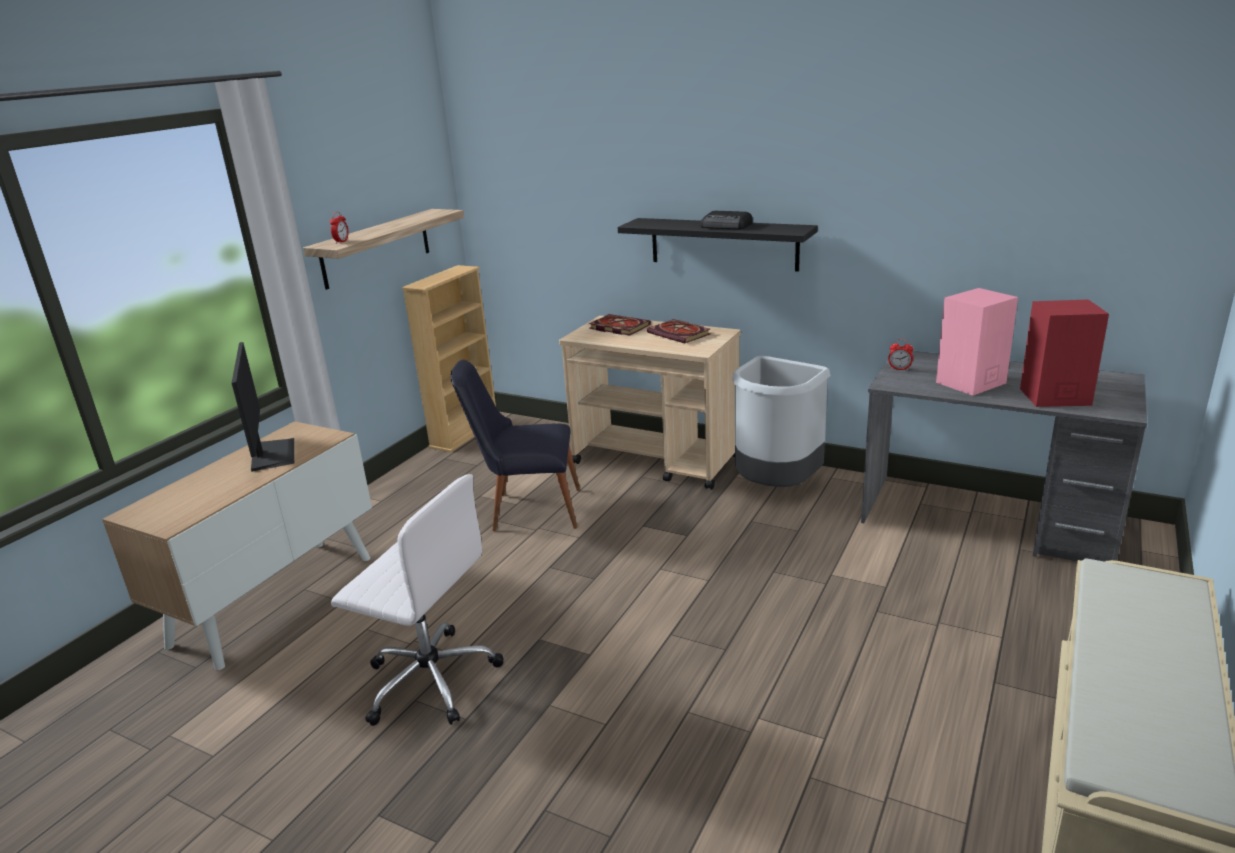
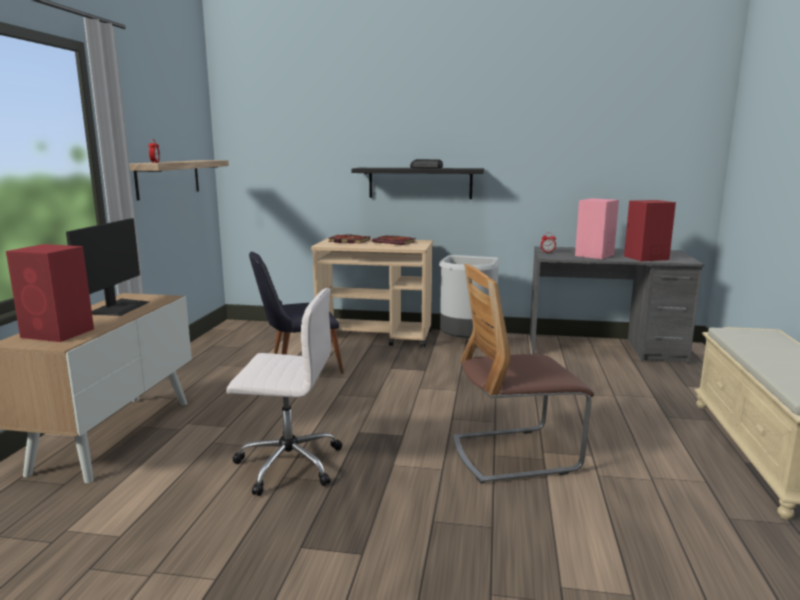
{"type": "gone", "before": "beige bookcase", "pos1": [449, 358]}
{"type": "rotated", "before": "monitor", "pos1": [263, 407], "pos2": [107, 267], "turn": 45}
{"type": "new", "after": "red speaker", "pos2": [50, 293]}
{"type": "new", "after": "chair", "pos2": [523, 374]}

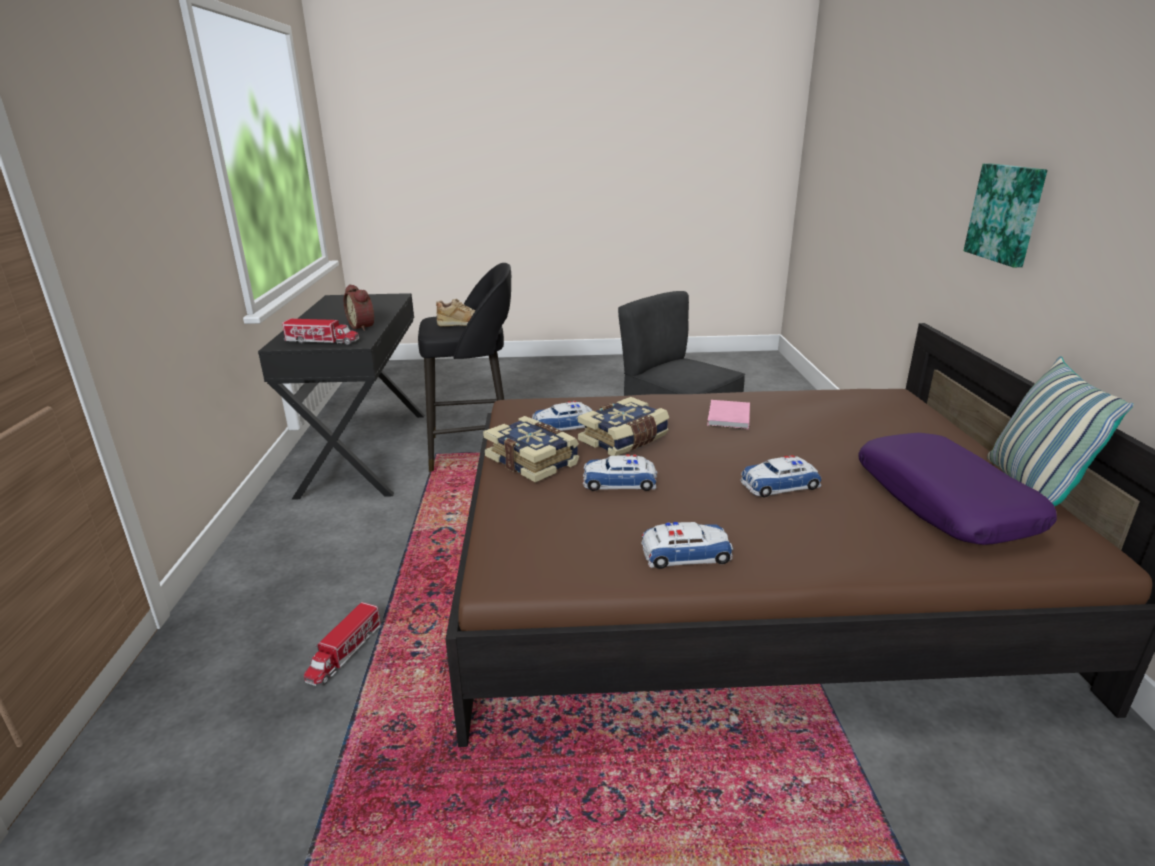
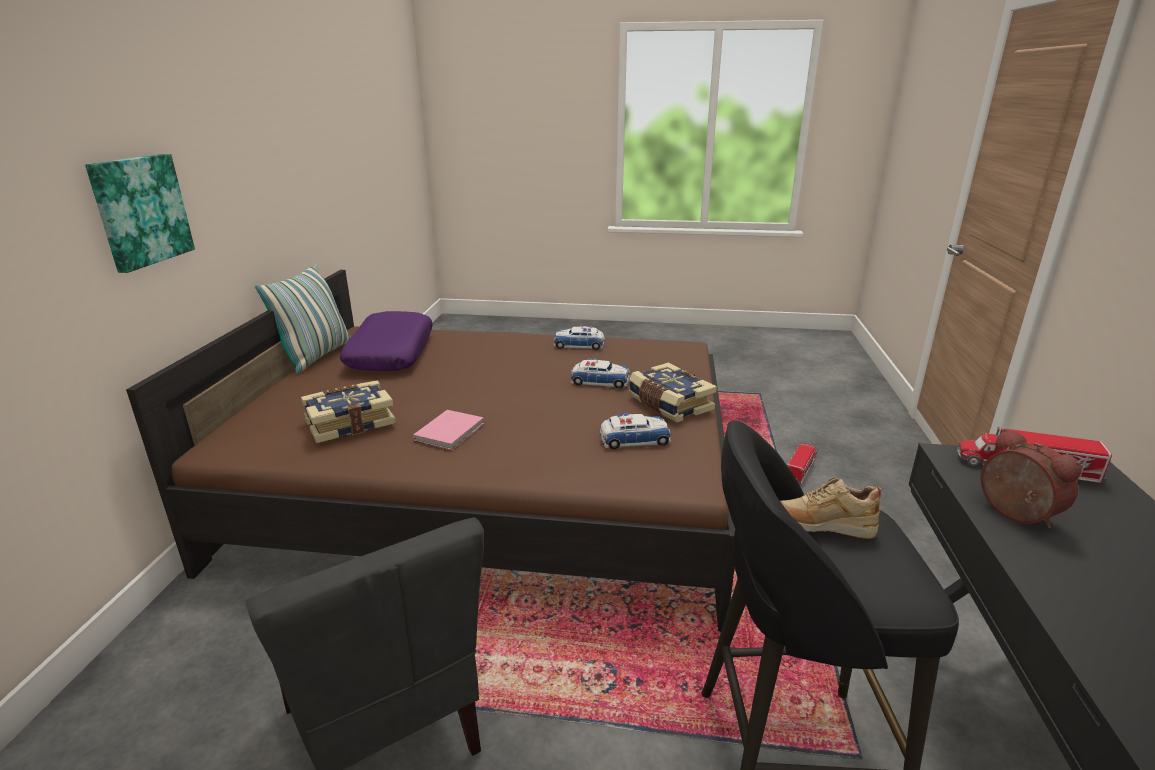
{"type": "shifted", "before": "book", "pos1": [623, 426], "pos2": [348, 411]}
{"type": "gone", "before": "toy car", "pos1": [781, 476]}

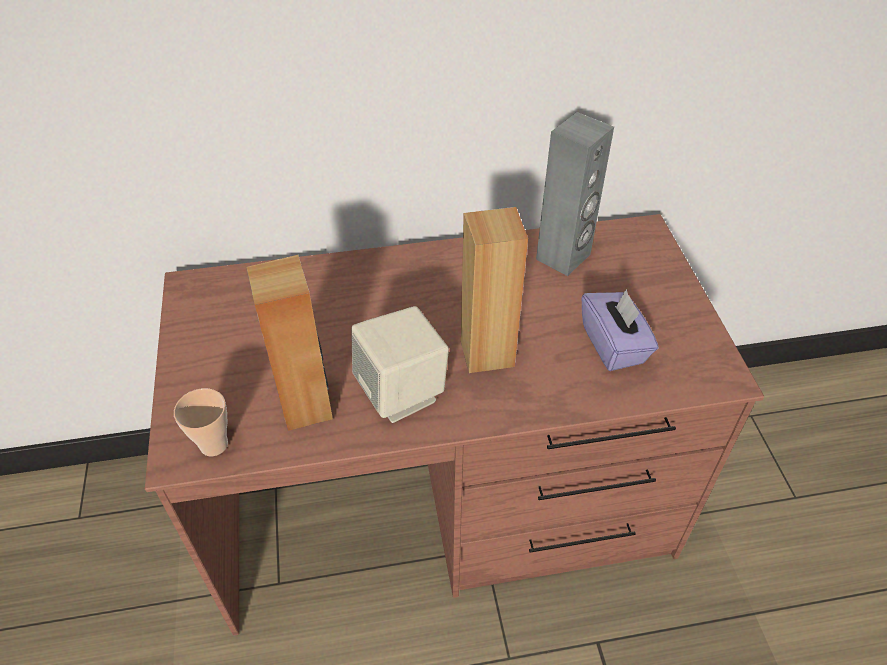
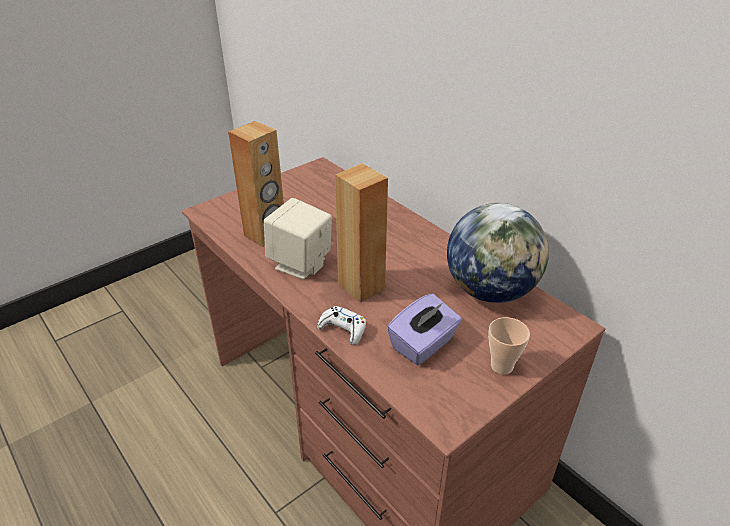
{"type": "swapped", "before": "grey speaker", "after": "globe", "pos1": [575, 194], "pos2": [498, 253]}
{"type": "shifted", "before": "cup", "pos1": [201, 422], "pos2": [509, 346]}
{"type": "new", "after": "white game controller", "pos2": [341, 325]}

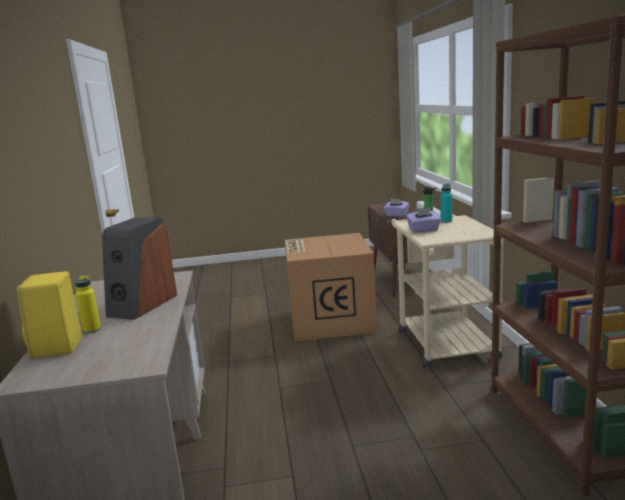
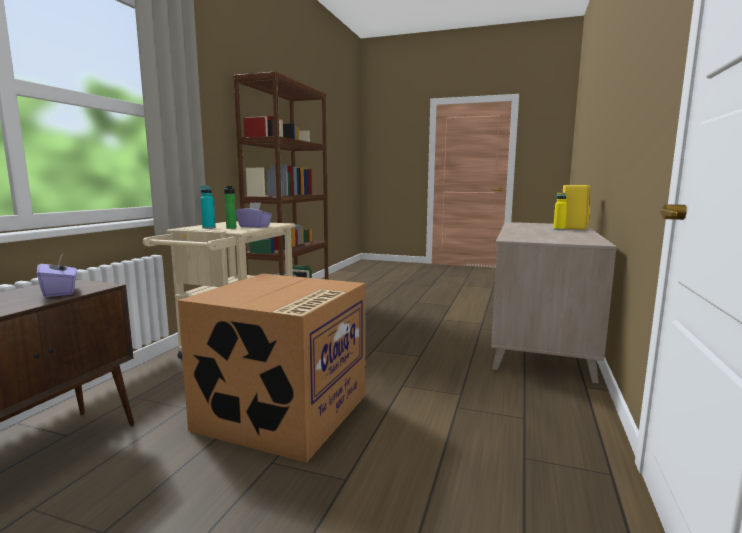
{"type": "gone", "before": "speaker", "pos1": [139, 268]}

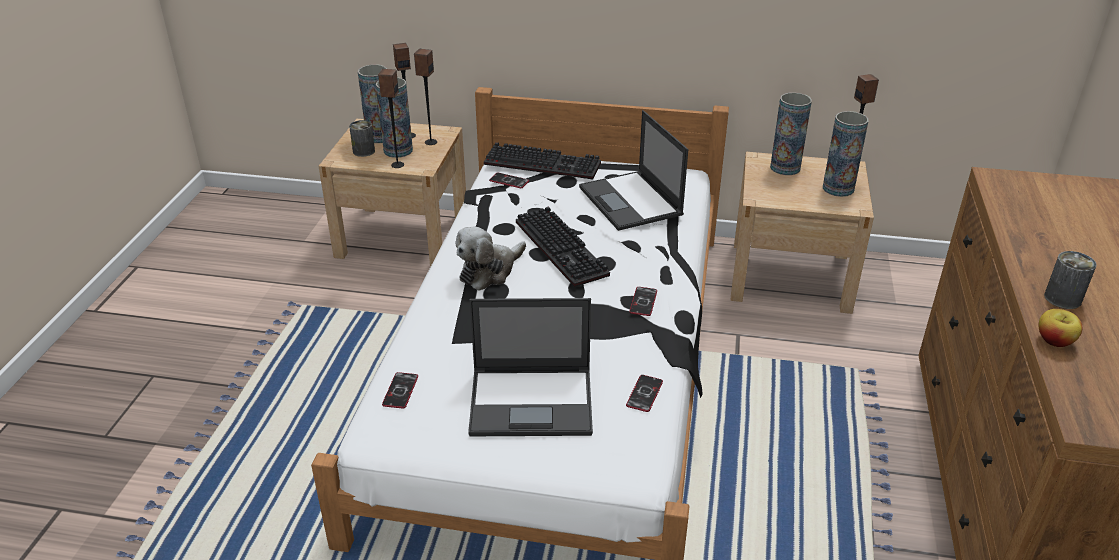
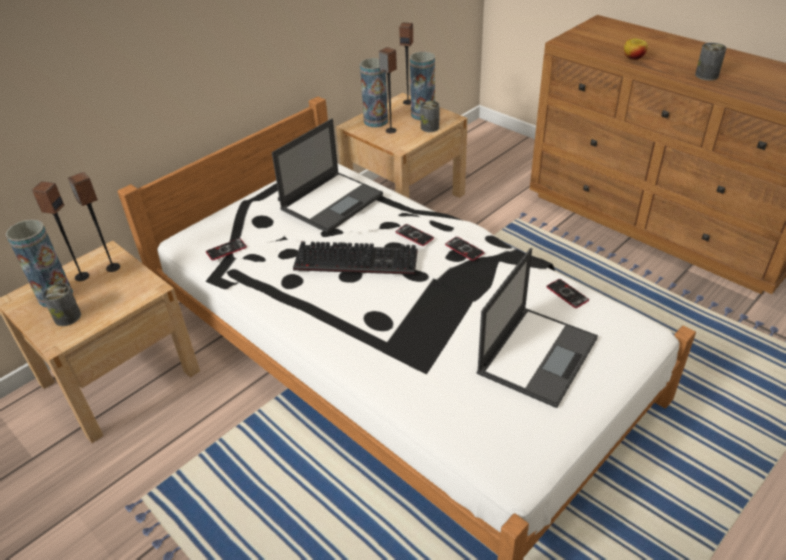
{"type": "shifted", "before": "speaker", "pos1": [391, 118], "pos2": [388, 90]}
{"type": "gone", "before": "vase", "pos1": [394, 117]}
{"type": "rotated", "before": "laptop", "pos1": [633, 170], "pos2": [327, 175], "turn": -60}
{"type": "gone", "before": "keyboard", "pos1": [542, 161]}
{"type": "gone", "before": "plush toy", "pos1": [490, 259]}
{"type": "shifted", "before": "apple", "pos1": [1060, 328], "pos2": [636, 49]}
{"type": "shifted", "before": "phone", "pos1": [400, 390], "pos2": [415, 235]}
{"type": "new", "after": "can", "pos2": [430, 116]}

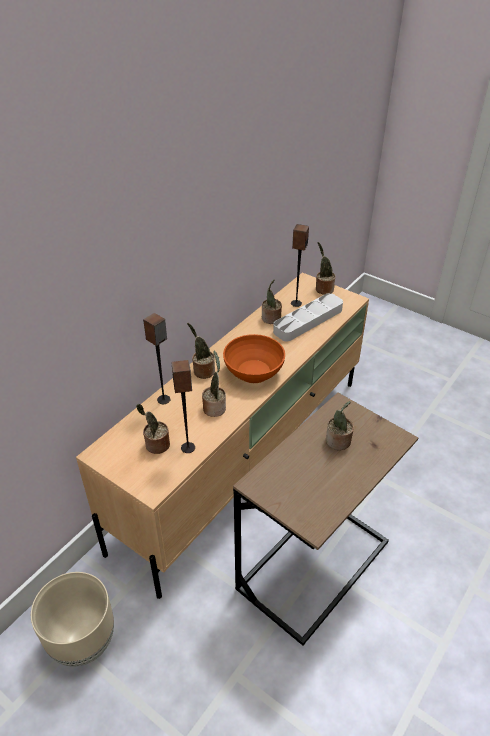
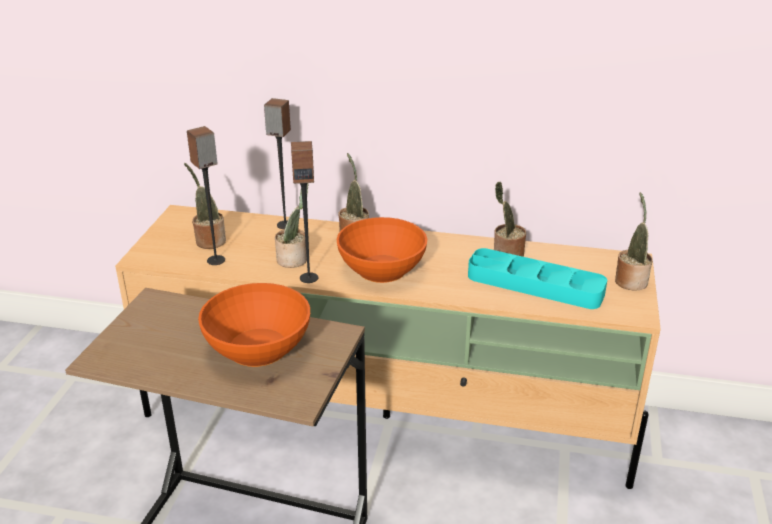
{"type": "shifted", "before": "speaker", "pos1": [300, 265], "pos2": [304, 212]}
{"type": "repainted", "before": "grey tray", "after": "turquoise tray", "pos1": [308, 317], "pos2": [537, 278]}
{"type": "swapped", "before": "potted plant", "after": "orange bowl", "pos1": [340, 425], "pos2": [254, 325]}
{"type": "gone", "before": "beige planter", "pos1": [72, 619]}

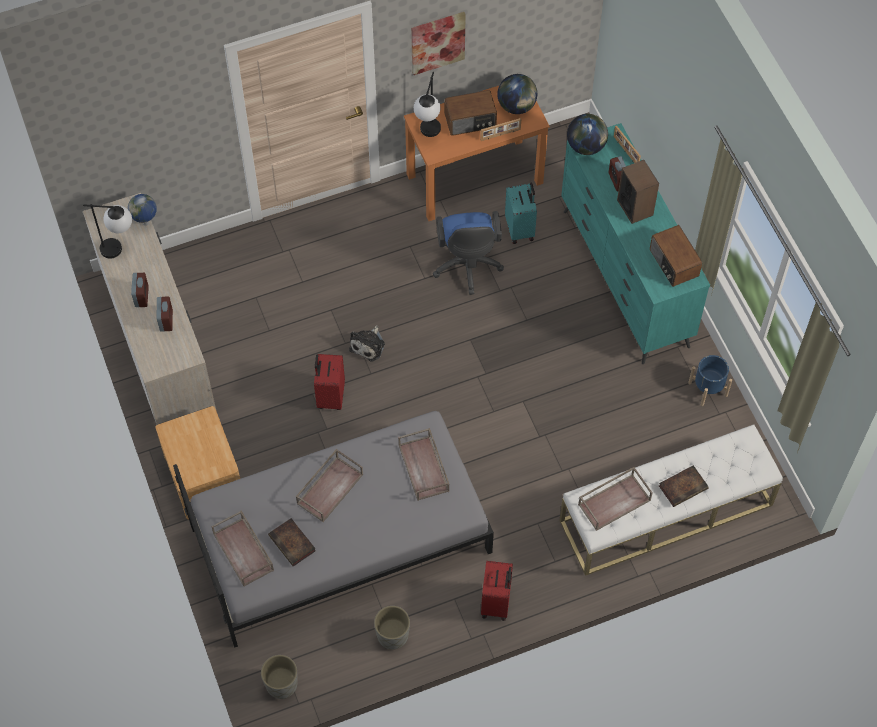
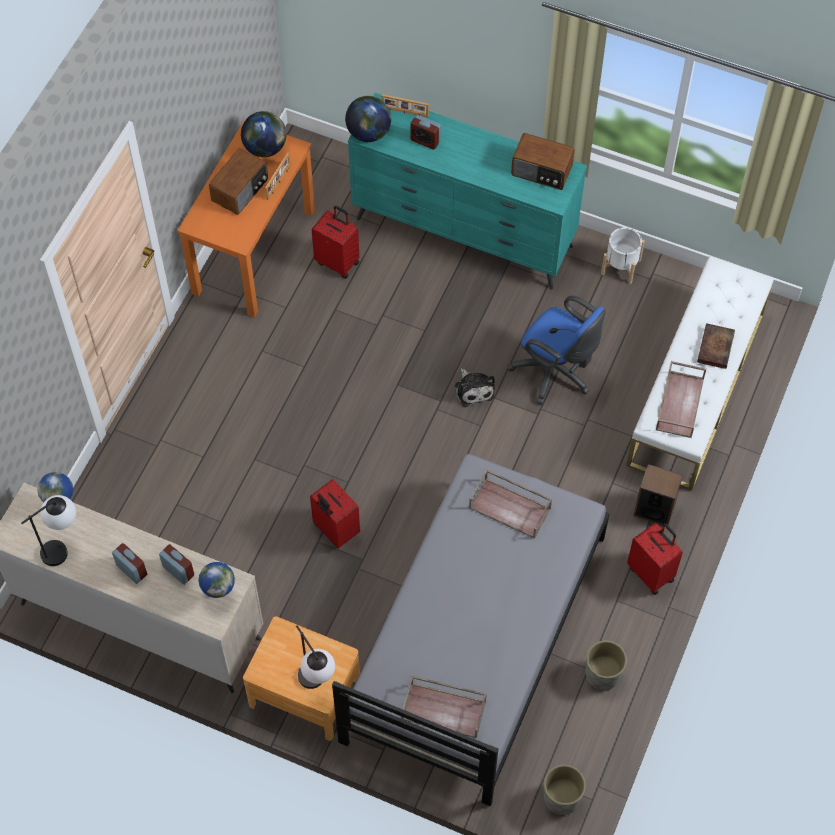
{"type": "gone", "before": "picture", "pos1": [438, 43]}
{"type": "shifted", "before": "table lamp", "pos1": [427, 104], "pos2": [315, 657]}
{"type": "shifted", "before": "speaker", "pos1": [638, 192], "pos2": [658, 494]}
{"type": "repainted", "before": "turquoise suitcase", "after": "red suitcase", "pos1": [521, 213], "pos2": [335, 242]}
{"type": "shifted", "before": "blue office chair", "pos1": [468, 253], "pos2": [557, 350]}
{"type": "shifted", "before": "plush toy", "pos1": [367, 343], "pos2": [475, 387]}
{"type": "repainted", "before": "blue planter", "after": "white planter", "pos1": [710, 380], "pos2": [623, 255]}
{"type": "gone", "before": "brown tray", "pos1": [329, 485]}
{"type": "gone", "before": "book", "pos1": [292, 542]}
{"type": "new", "after": "globe", "pos2": [217, 580]}

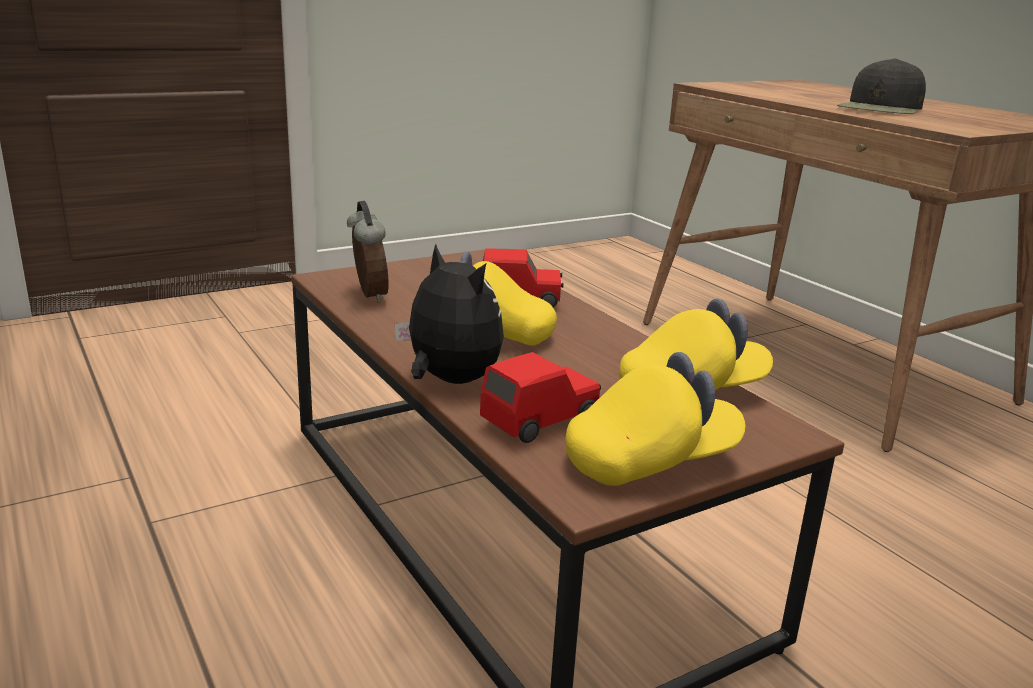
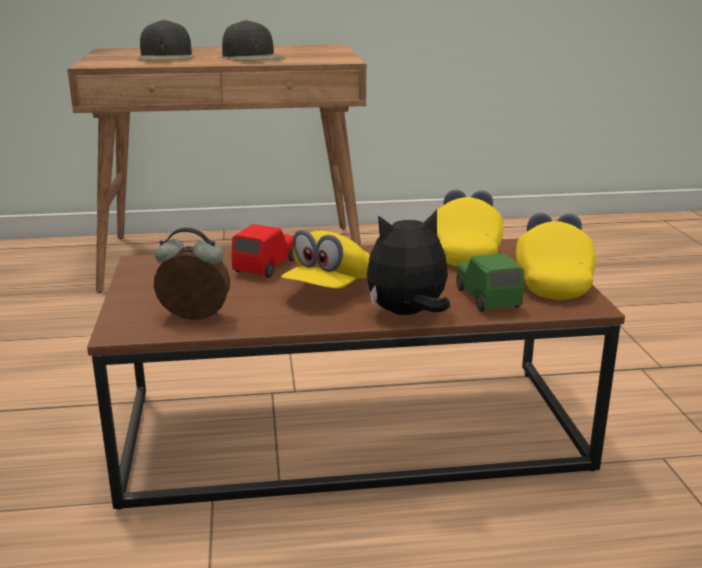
{"type": "repainted", "before": "red toy car", "after": "green toy car", "pos1": [540, 397], "pos2": [490, 282]}
{"type": "new", "after": "black cap", "pos2": [164, 40]}

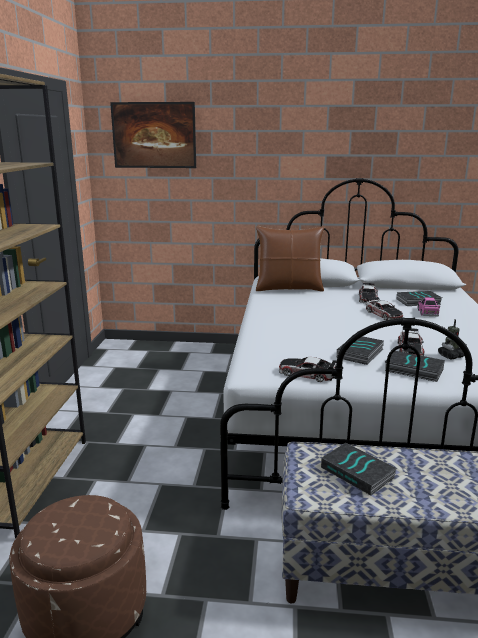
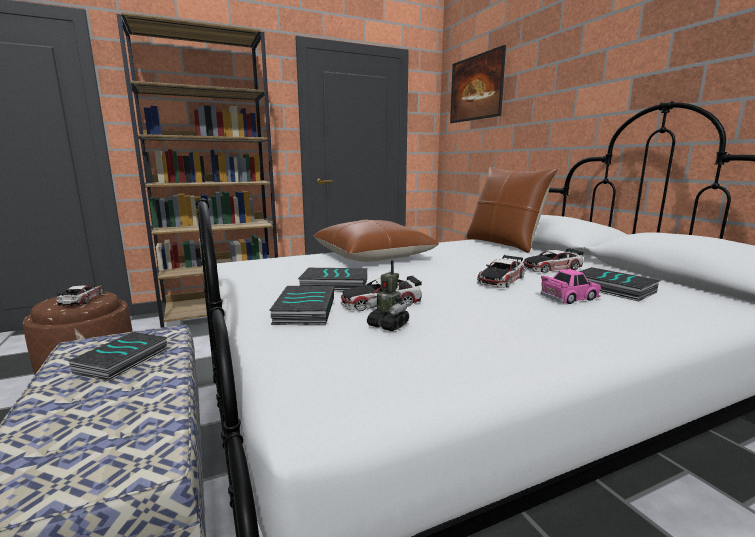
{"type": "shifted", "before": "toy car", "pos1": [308, 369], "pos2": [80, 295]}
{"type": "new", "after": "brown pillow", "pos2": [376, 241]}

